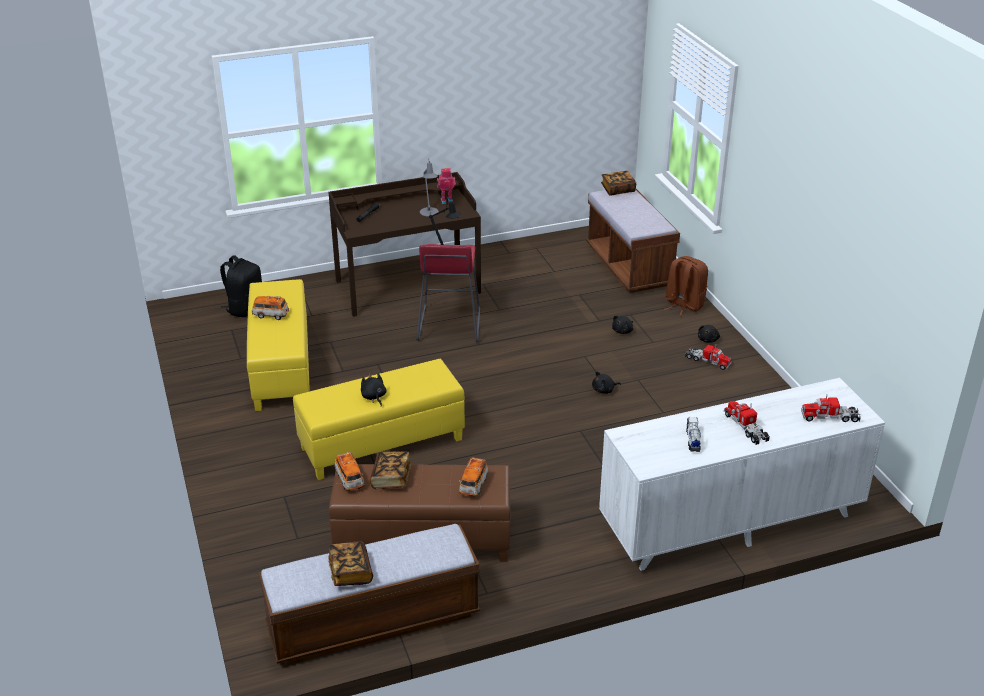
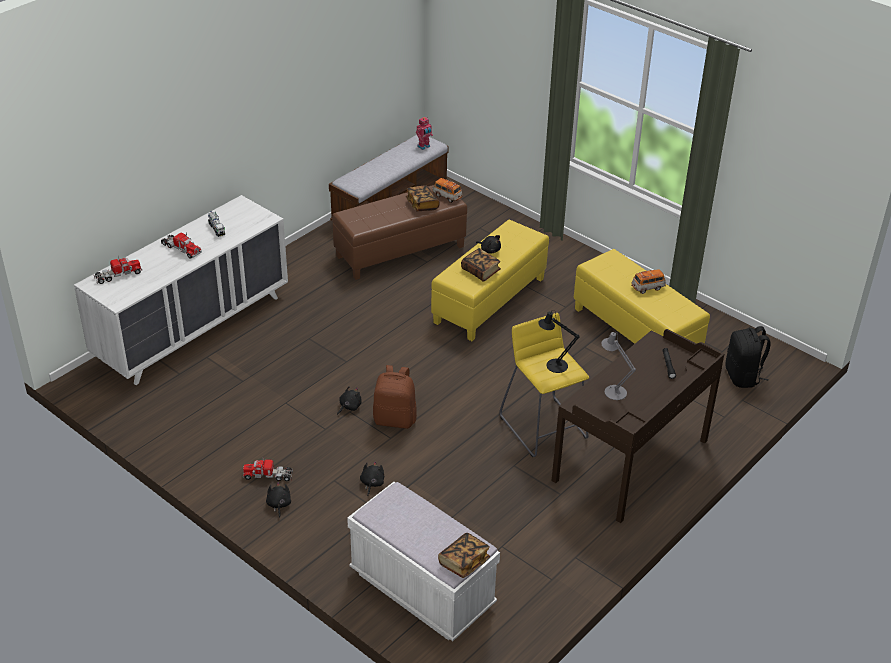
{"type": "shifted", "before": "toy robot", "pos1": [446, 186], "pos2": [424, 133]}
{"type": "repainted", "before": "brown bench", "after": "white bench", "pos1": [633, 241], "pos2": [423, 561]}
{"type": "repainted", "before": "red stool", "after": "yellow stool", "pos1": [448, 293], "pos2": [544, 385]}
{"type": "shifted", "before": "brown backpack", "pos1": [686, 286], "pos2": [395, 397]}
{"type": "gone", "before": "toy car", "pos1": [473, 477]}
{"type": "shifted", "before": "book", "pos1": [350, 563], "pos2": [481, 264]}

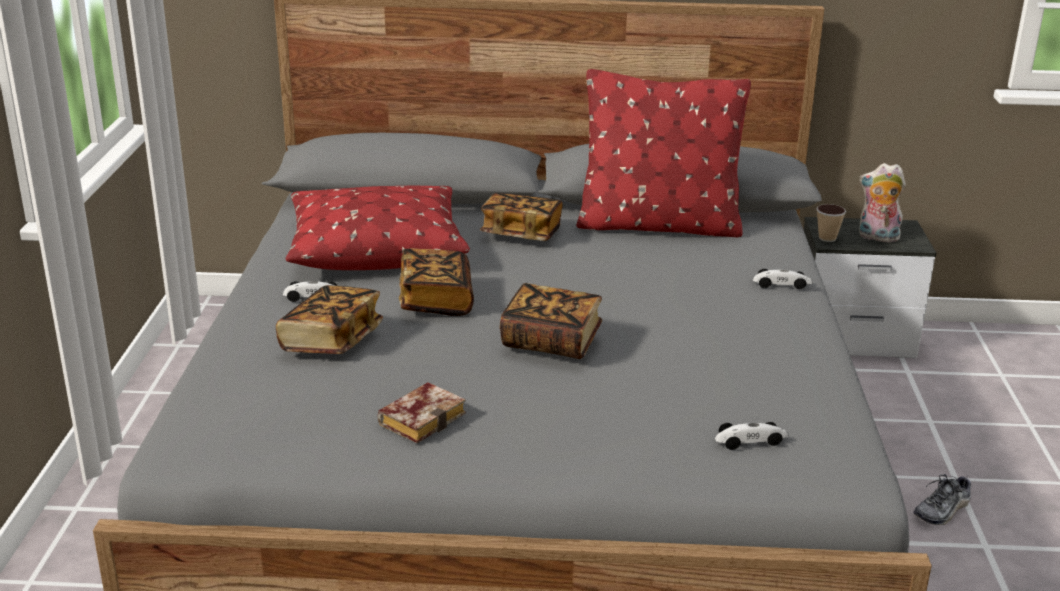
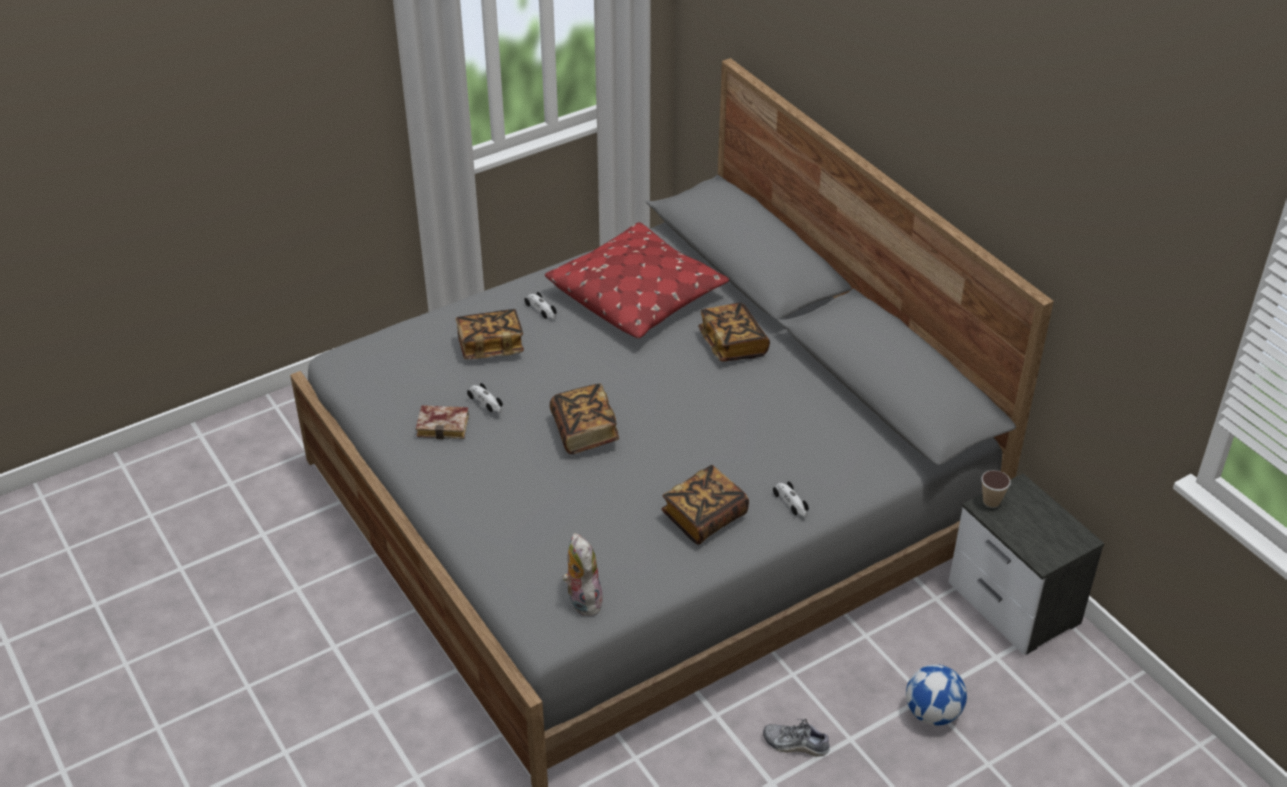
{"type": "gone", "before": "red pillow", "pos1": [663, 153]}
{"type": "shifted", "before": "plush toy", "pos1": [882, 202], "pos2": [582, 574]}
{"type": "shifted", "before": "book", "pos1": [436, 282], "pos2": [705, 504]}
{"type": "shifted", "before": "toy car", "pos1": [751, 436], "pos2": [485, 397]}
{"type": "new", "after": "football", "pos2": [936, 695]}

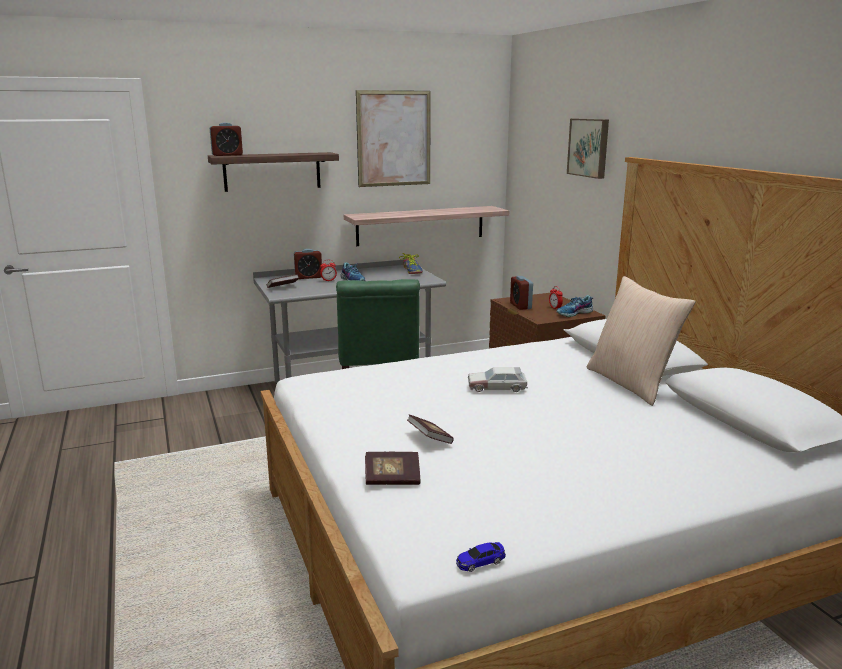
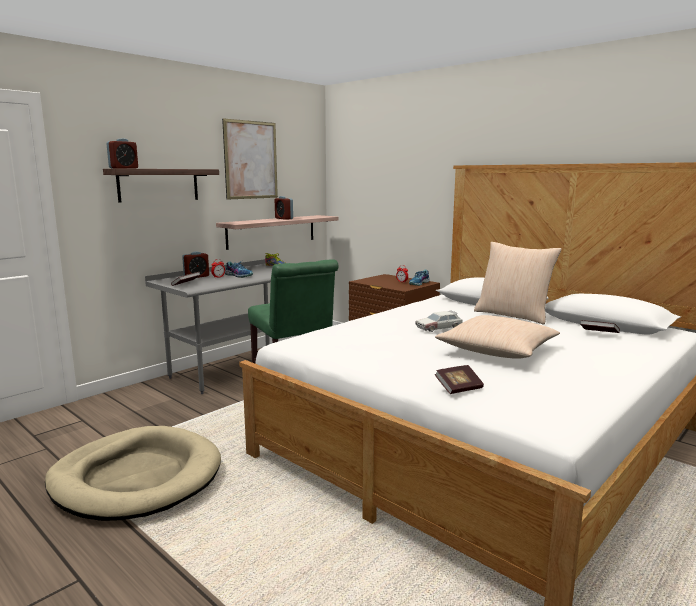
{"type": "gone", "before": "picture", "pos1": [588, 149]}
{"type": "shifted", "before": "alarm clock", "pos1": [521, 293], "pos2": [284, 208]}
{"type": "shifted", "before": "book", "pos1": [430, 429], "pos2": [600, 326]}
{"type": "gone", "before": "toy car", "pos1": [481, 557]}
{"type": "new", "after": "beige pillow", "pos2": [497, 336]}
{"type": "new", "after": "beige dog bed", "pos2": [133, 473]}

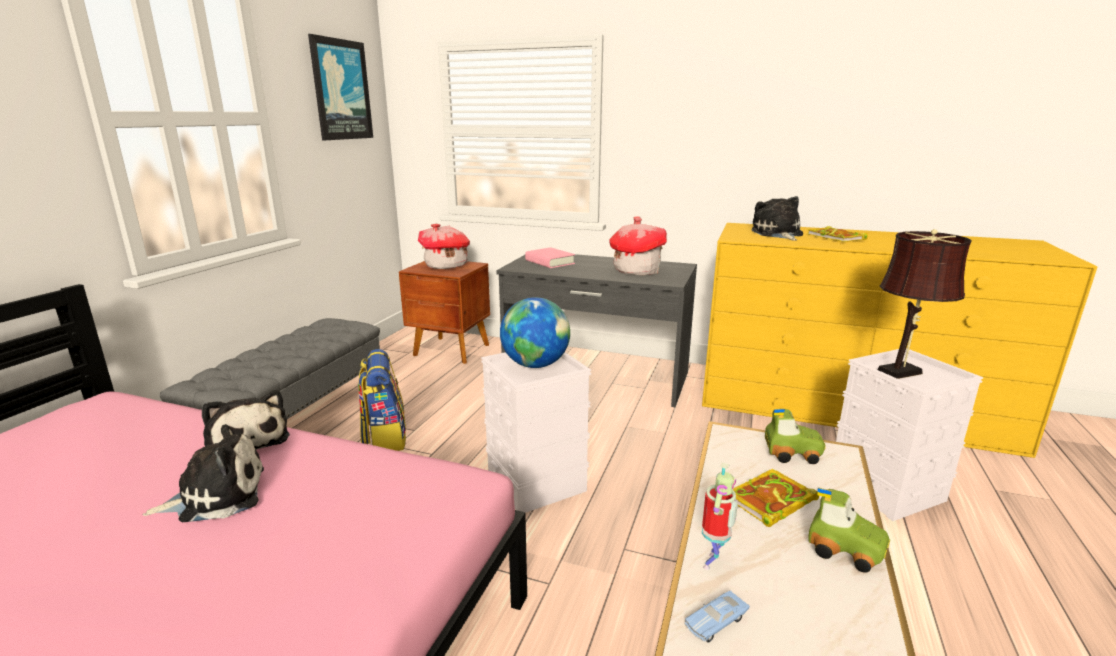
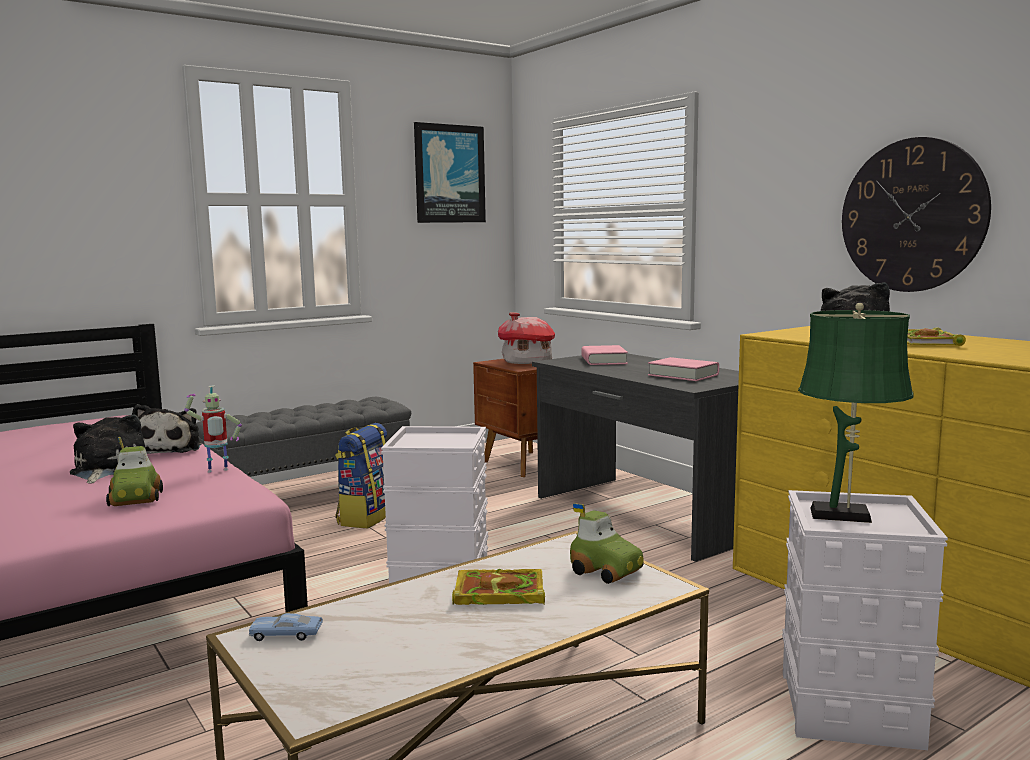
{"type": "swapped", "before": "toy house", "after": "pink book", "pos1": [638, 246], "pos2": [683, 369]}
{"type": "repainted", "before": "brown table lamp", "after": "green table lamp", "pos1": [924, 304], "pos2": [856, 413]}
{"type": "gone", "before": "globe", "pos1": [535, 332]}
{"type": "rotated", "before": "plush toy", "pos1": [203, 473], "pos2": [107, 449], "turn": -105}
{"type": "shifted", "before": "toy robot", "pos1": [720, 516], "pos2": [213, 429]}
{"type": "shifted", "before": "toy car", "pos1": [849, 530], "pos2": [134, 471]}
{"type": "new", "after": "wall clock", "pos2": [916, 214]}

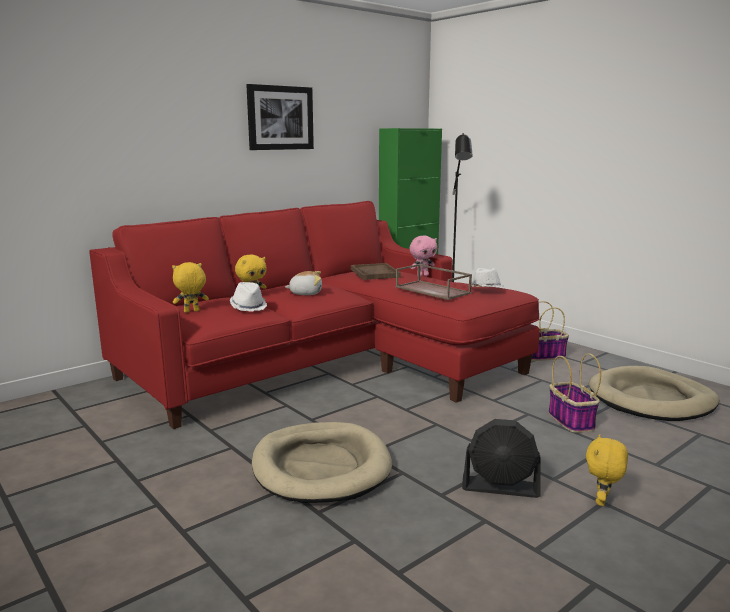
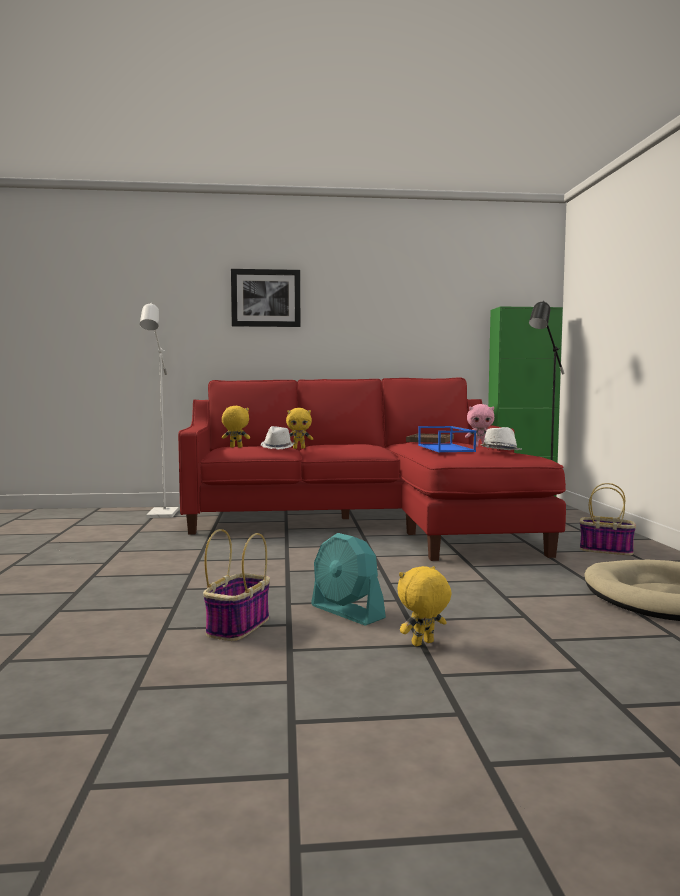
{"type": "shifted", "before": "picture", "pos1": [280, 117], "pos2": [265, 298]}
{"type": "repainted", "before": "brown tray", "after": "blue tray", "pos1": [434, 282], "pos2": [447, 439]}
{"type": "gone", "before": "plush toy", "pos1": [303, 283]}
{"type": "shifted", "before": "basket", "pos1": [574, 393], "pos2": [236, 585]}
{"type": "repainted", "before": "black fan", "after": "turquoise fan", "pos1": [501, 458], "pos2": [348, 579]}
{"type": "gone", "before": "beige dog bed", "pos1": [322, 462]}
{"type": "new", "after": "white floor lamp", "pos2": [159, 410]}

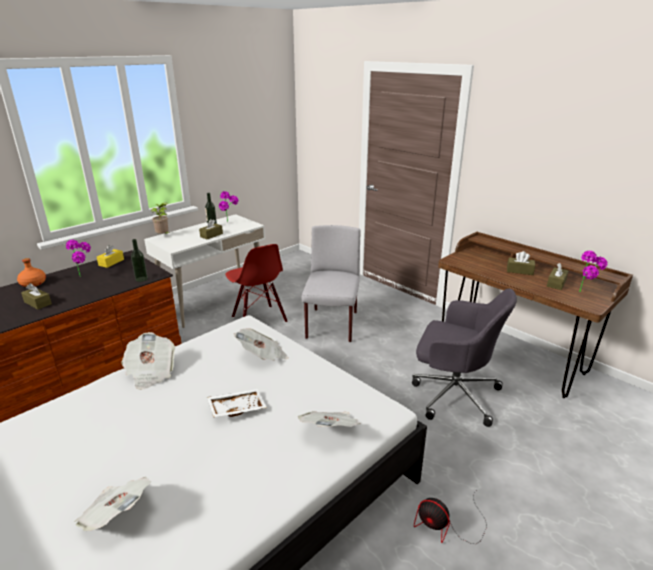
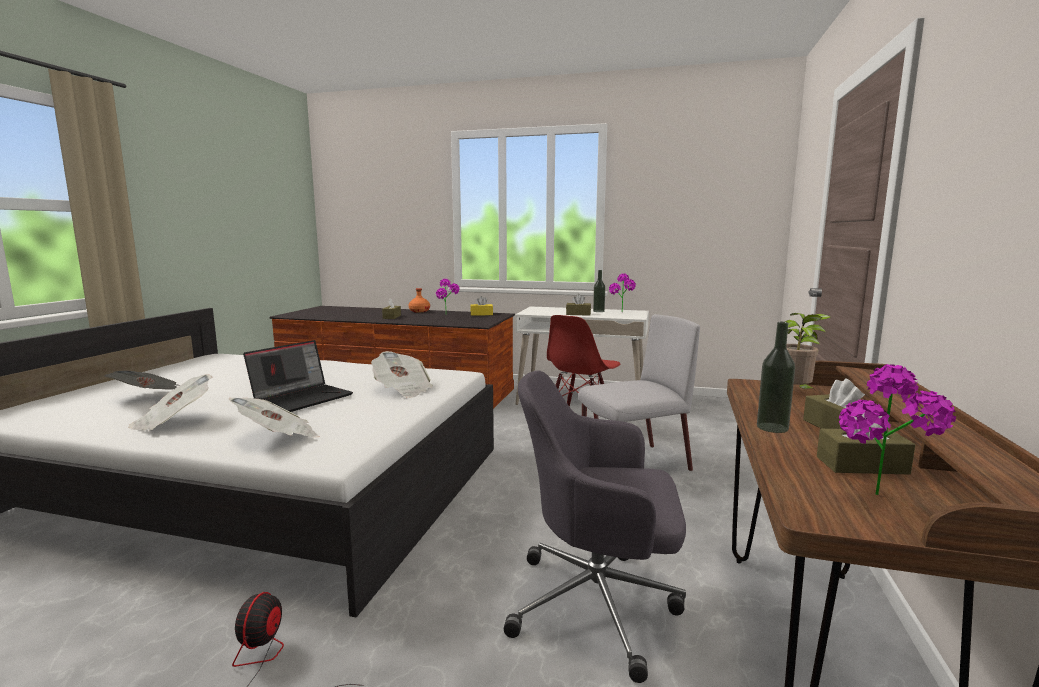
{"type": "shifted", "before": "potted plant", "pos1": [160, 218], "pos2": [808, 352]}
{"type": "shifted", "before": "bottle", "pos1": [139, 260], "pos2": [776, 377]}
{"type": "rotated", "before": "grey office chair", "pos1": [464, 358], "pos2": [595, 527], "turn": 105}
{"type": "shifted", "before": "newspaper", "pos1": [148, 361], "pos2": [170, 402]}
{"type": "swapped", "before": "white tray", "after": "laptop", "pos1": [237, 403], "pos2": [298, 376]}

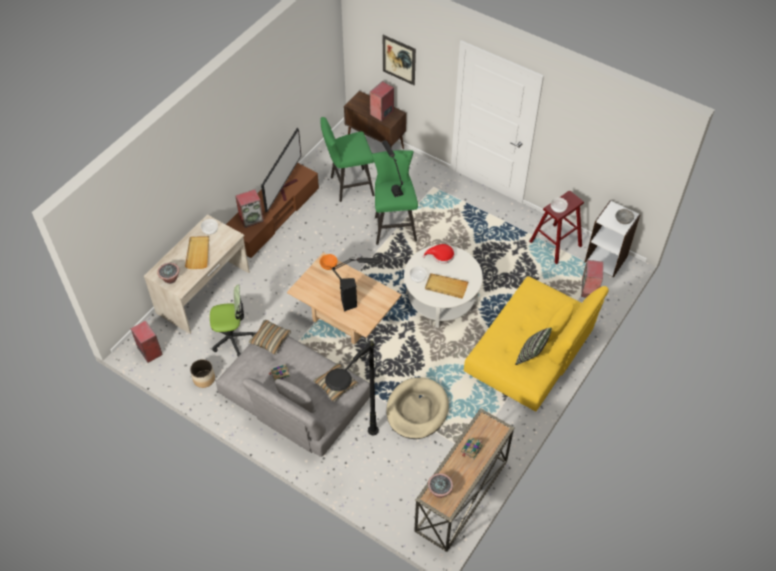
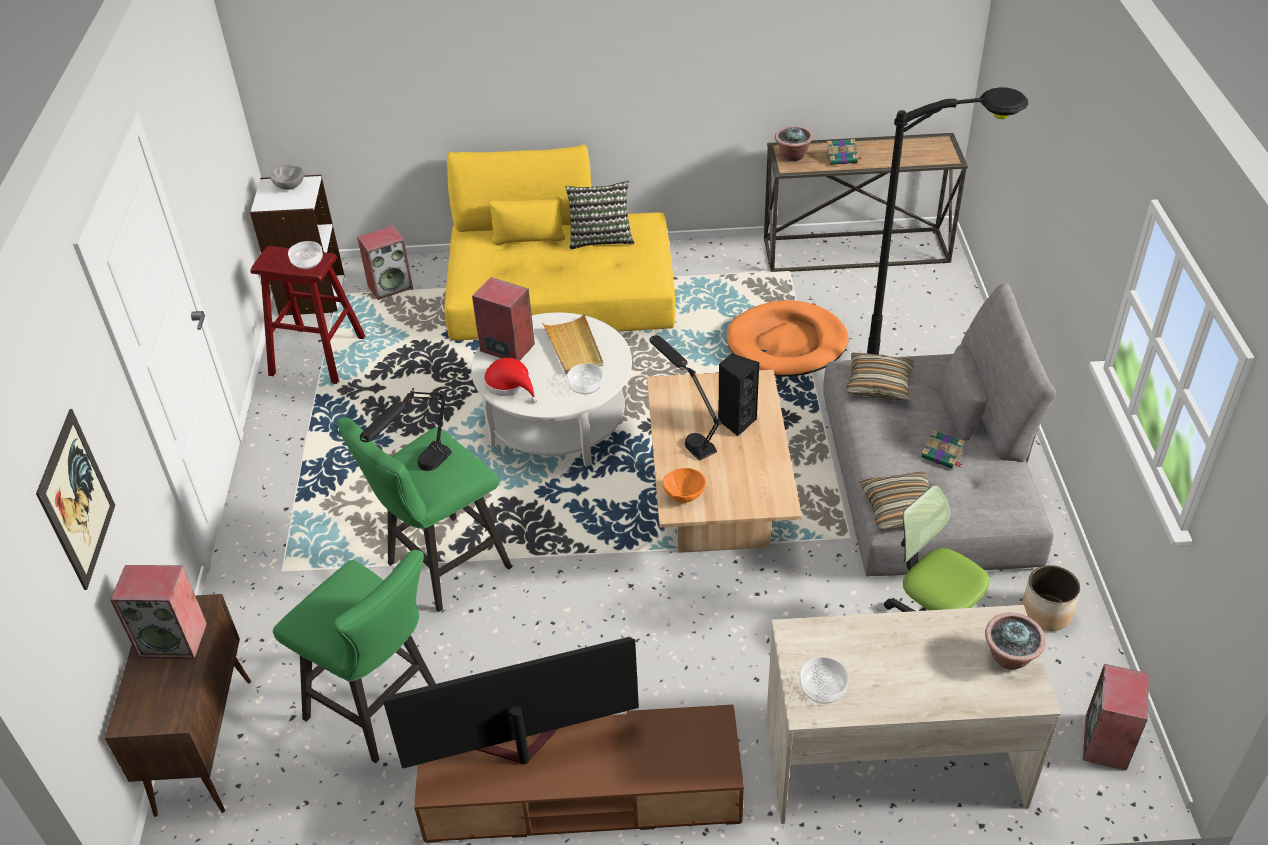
{"type": "shifted", "before": "speaker", "pos1": [249, 208], "pos2": [503, 319]}
{"type": "gone", "before": "beige tray", "pos1": [197, 252]}
{"type": "repainted", "before": "beige dog bed", "after": "orange dog bed", "pos1": [417, 408], "pos2": [788, 338]}
{"type": "shifted", "before": "potted plant", "pos1": [440, 485], "pos2": [794, 144]}

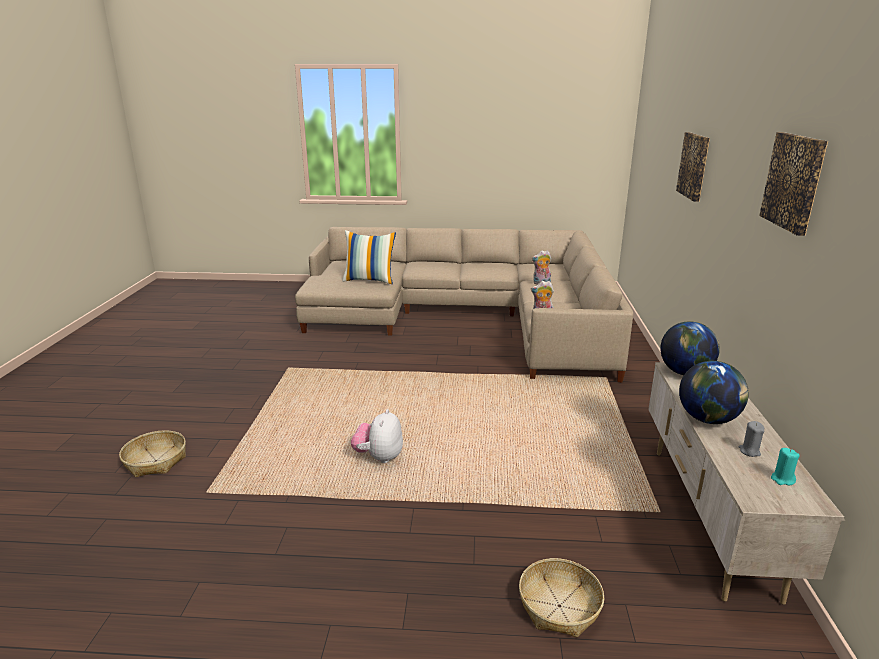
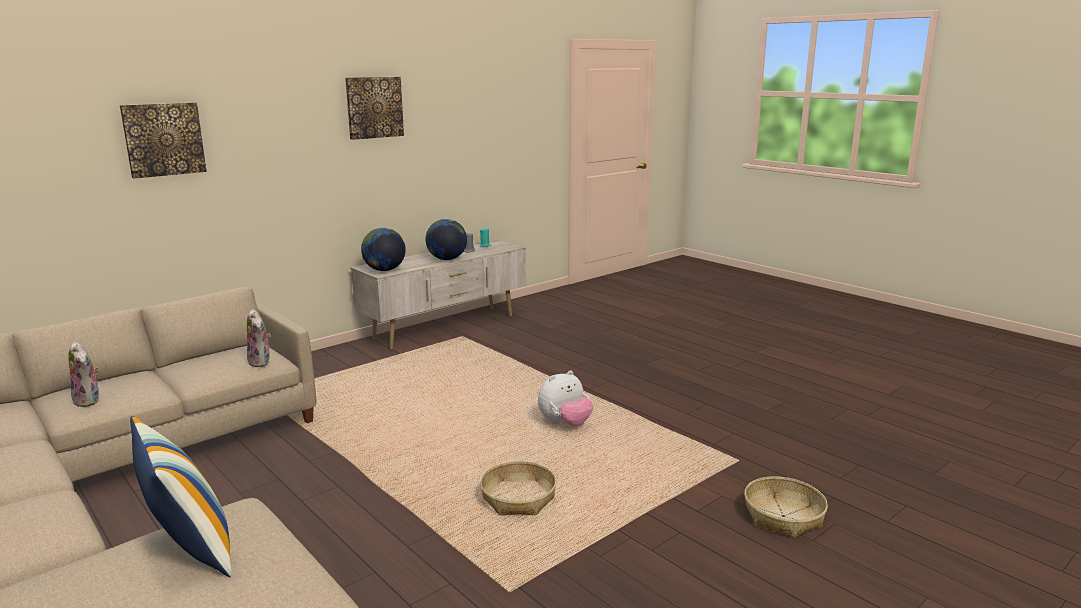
{"type": "shifted", "before": "basket", "pos1": [561, 597], "pos2": [518, 488]}

